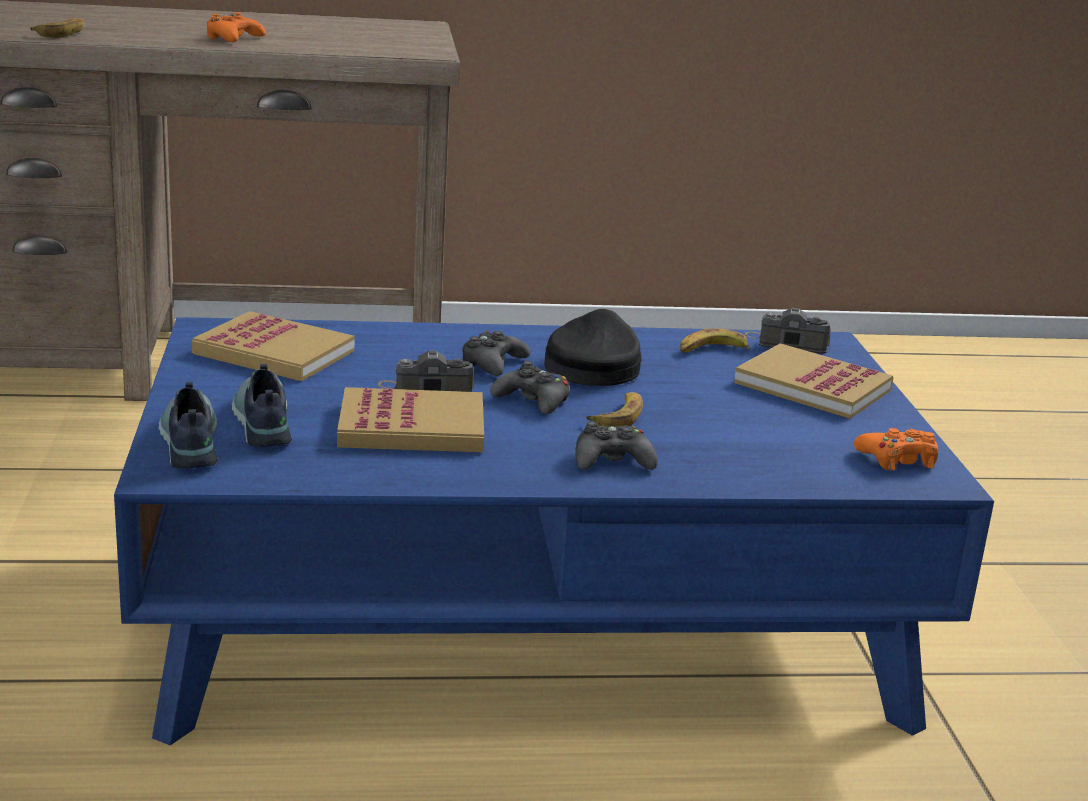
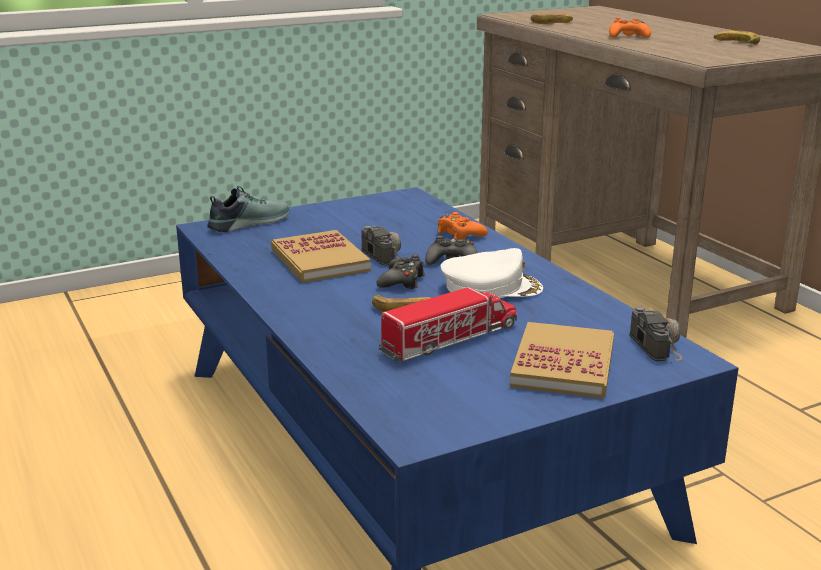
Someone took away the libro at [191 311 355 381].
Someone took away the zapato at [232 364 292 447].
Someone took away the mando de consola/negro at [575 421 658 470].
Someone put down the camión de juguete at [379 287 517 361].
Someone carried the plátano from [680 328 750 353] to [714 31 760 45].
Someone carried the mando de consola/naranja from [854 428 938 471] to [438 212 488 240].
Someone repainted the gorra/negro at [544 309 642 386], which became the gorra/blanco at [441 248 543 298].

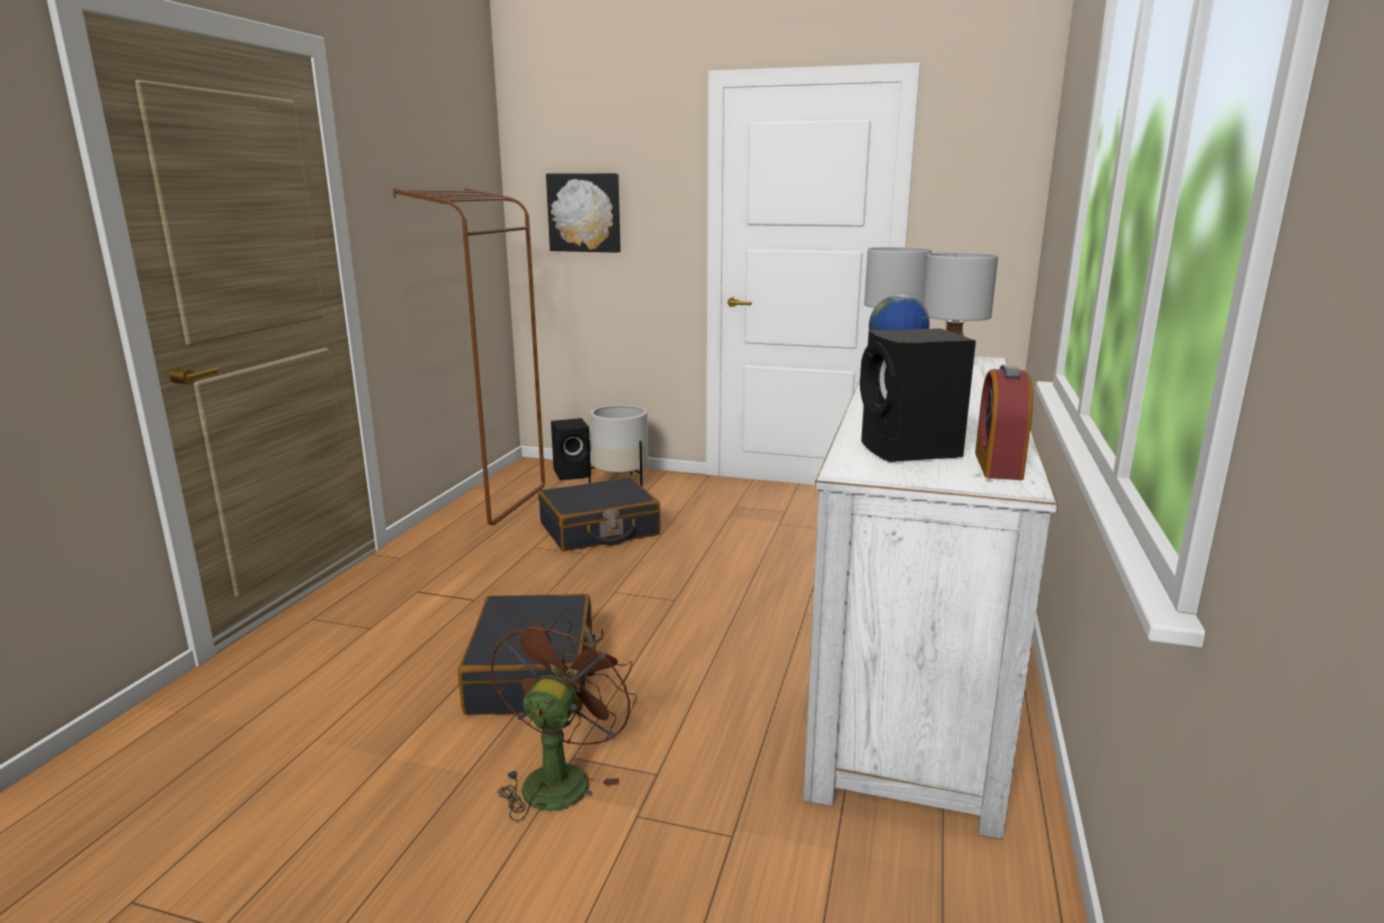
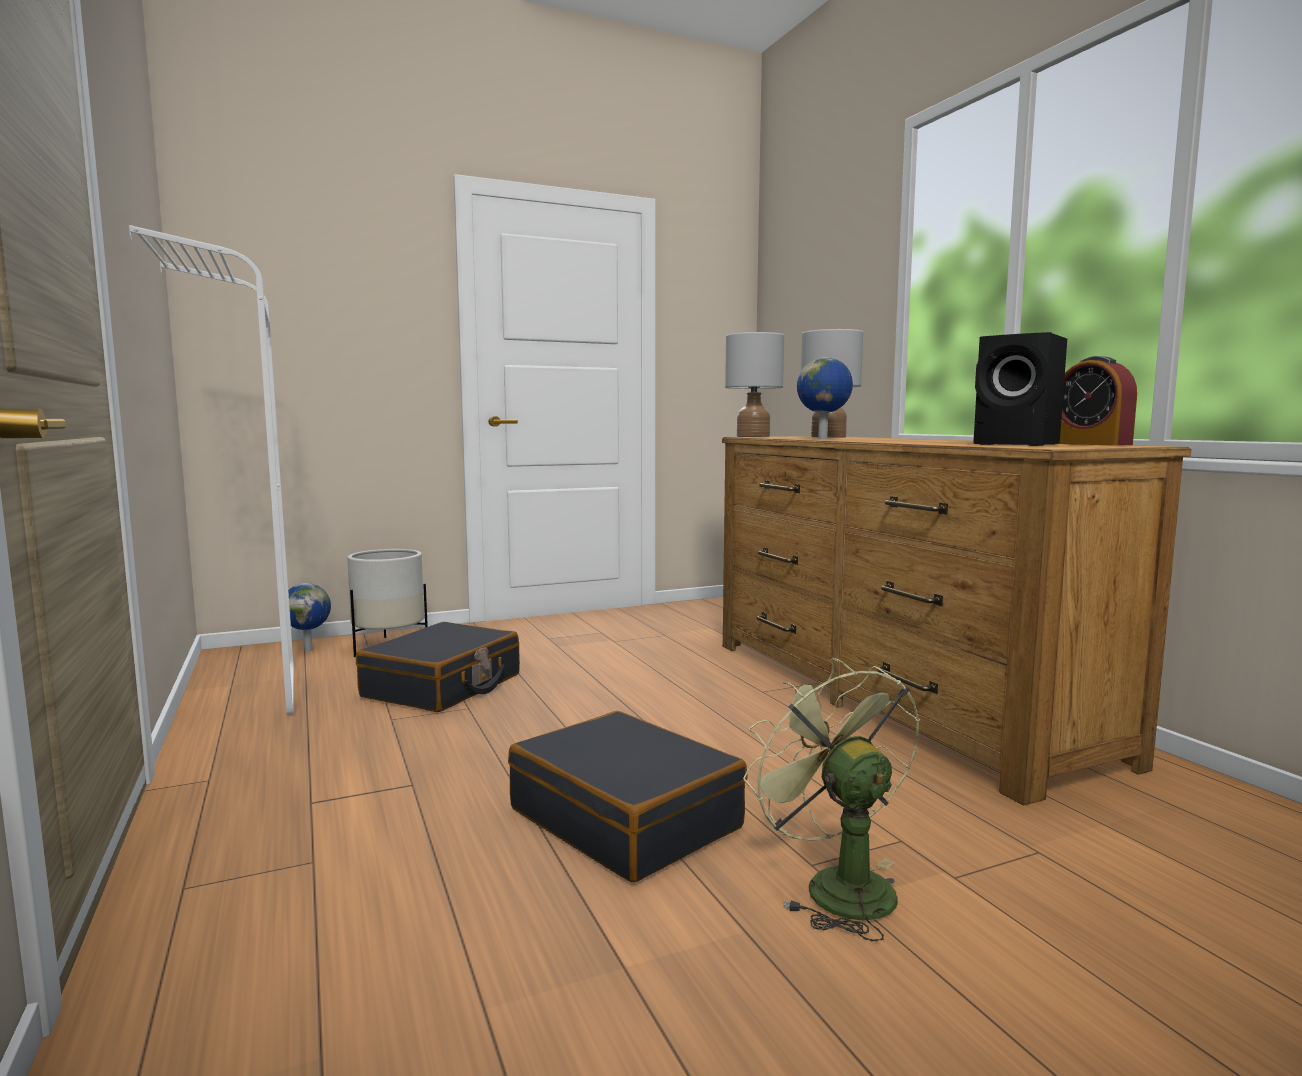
Someone took away the cuadro at [546 173 621 253].
Someone swapped the altavoz/negro at [551 418 591 480] for the globo terráqueo at [288 583 331 651].
Someone repainted the perchero/marrón at [393 188 545 525], which became the perchero/blanco at [129 225 294 715].
Someone repainted the ventilador/marrón at [491 612 637 821], which became the ventilador/verde at [743 658 920 942].
Someone repainted the cómoda/blanco at [803 356 1058 840], which became the cómoda/marrón at [722 436 1191 805].

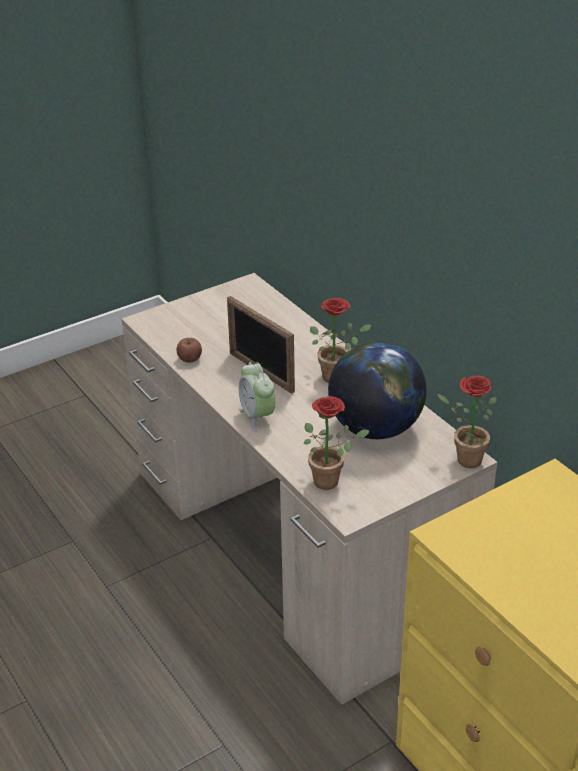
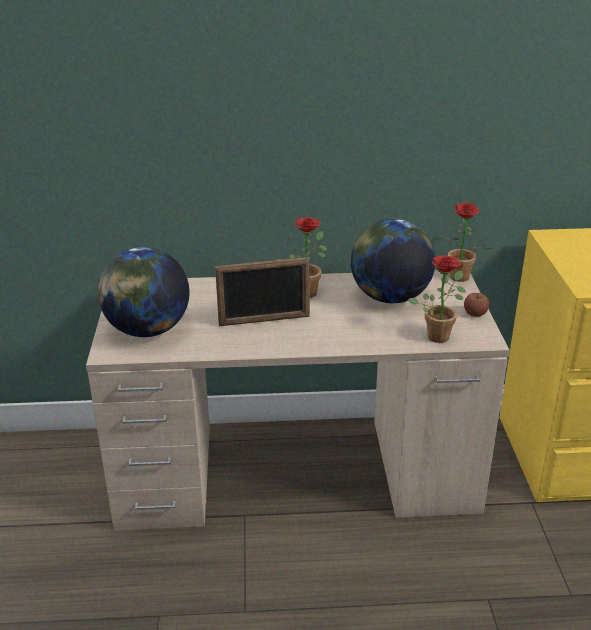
Someone took away the despertador at [239 362 275 432].
Someone put down the globo terráqueo at [98 247 190 337].
Someone carried the manzana from [177 338 202 363] to [464 293 489 317].

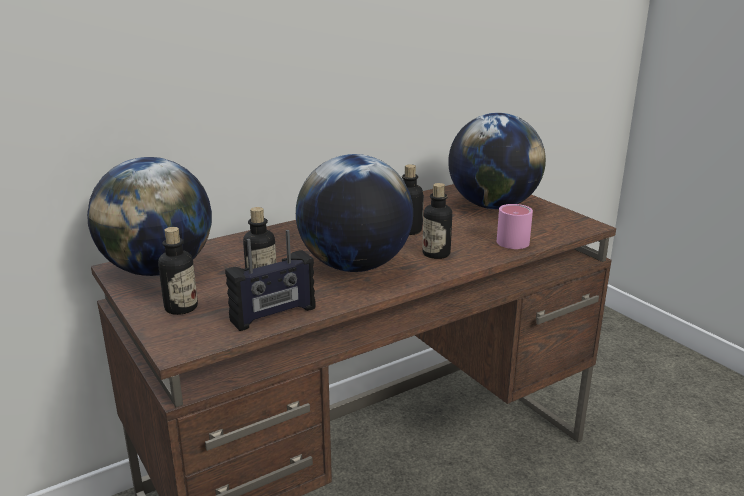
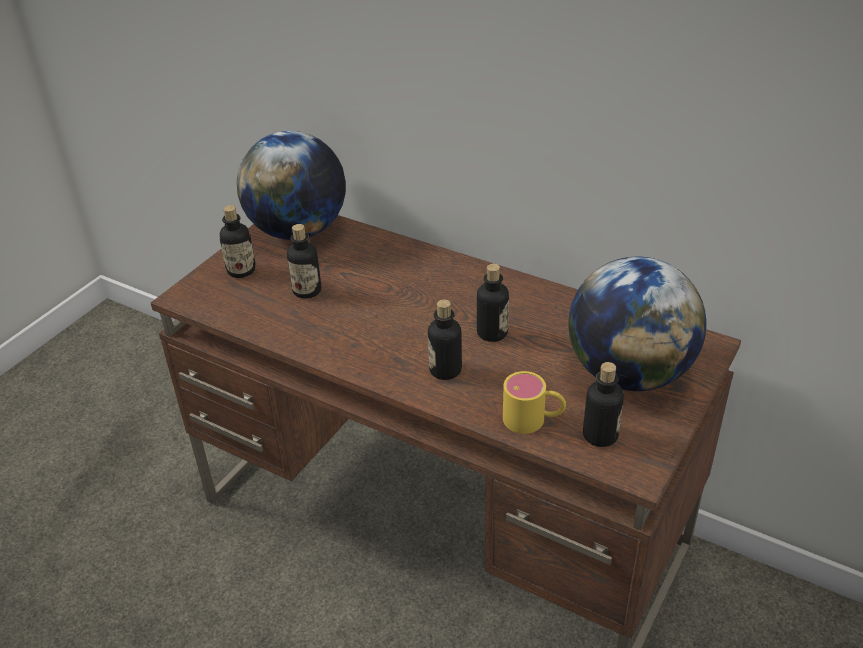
Someone took away the radio at [225 230 316 331].
Someone took away the globo terráqueo at [296 154 413 272].
Someone put down the botella at [583 362 624 447].
Someone repainted the taza grande/rosa at [497 204 533 249], which became the taza grande/amarillo at [503 371 566 434].

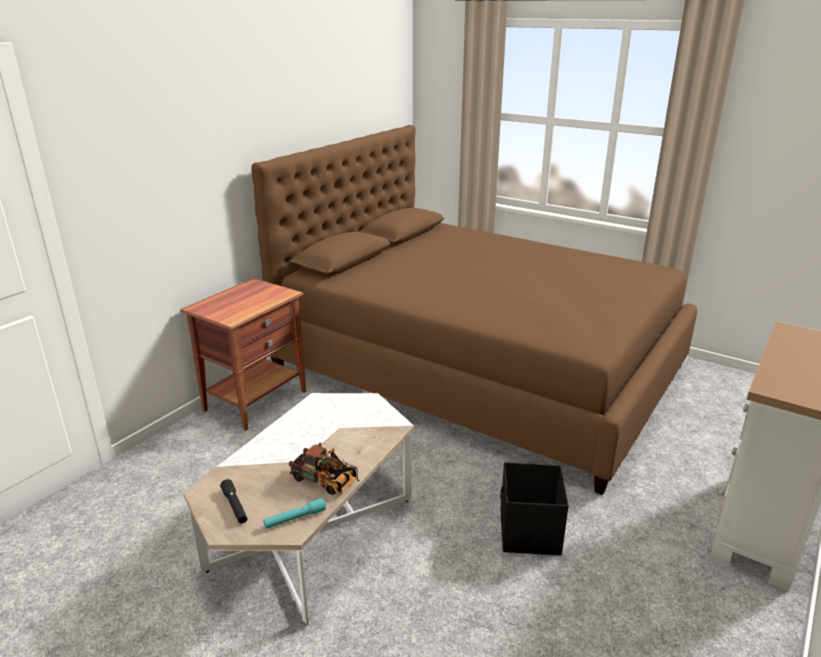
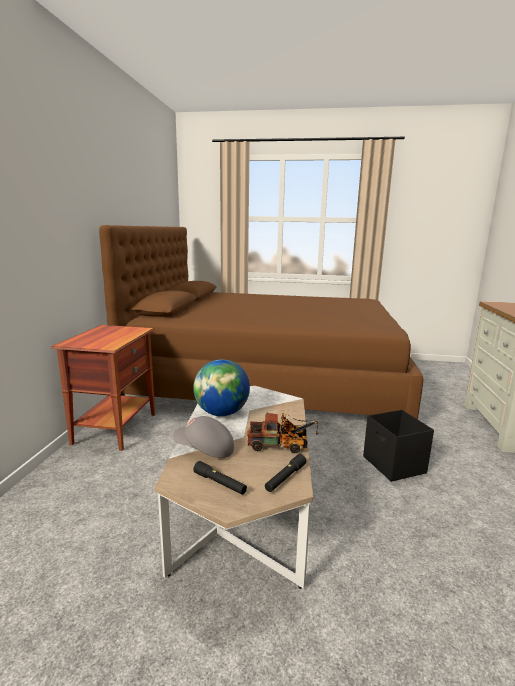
Someone put down the gorra/gris at [173 416 234 458].
Someone put down the globo terráqueo at [193 359 250 416].
Someone repainted the linterna/turquesa at [263 498 326 529], which became the linterna/negro at [265 454 306 492].

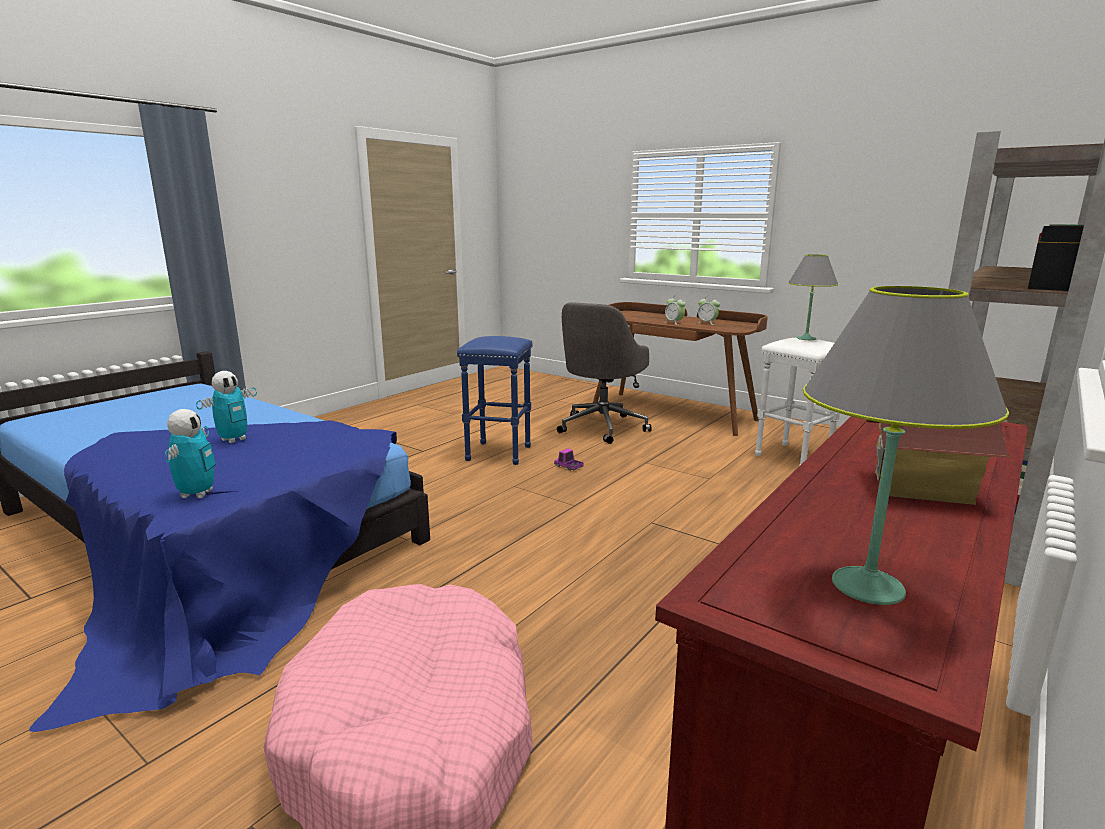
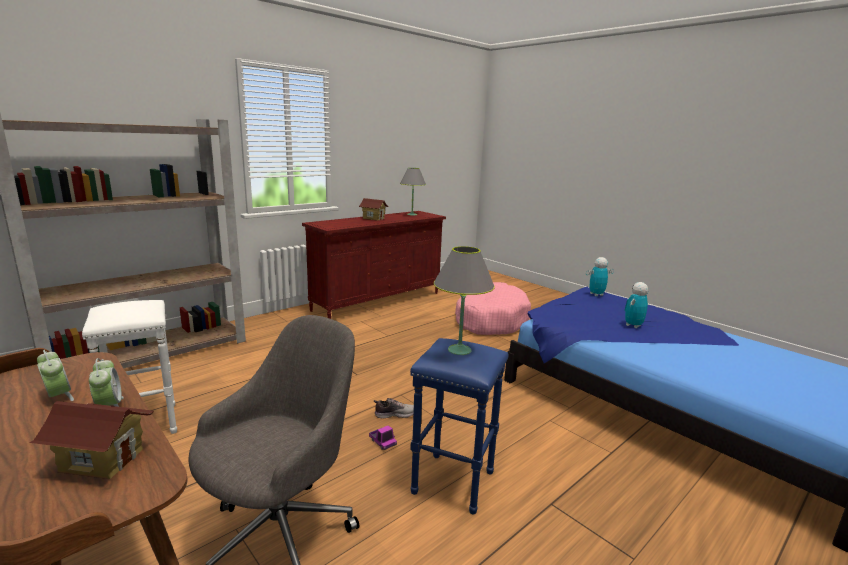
Someone put down the casita at [29 401 154 479].
Someone put down the zapato at [374 398 414 418].
Someone carried the lámpara de mesa/gris from [788 254 839 340] to [434 246 495 355].
Someone rotated the robot de juguete at [165 409 216 498] by 60 degrees clockwise.

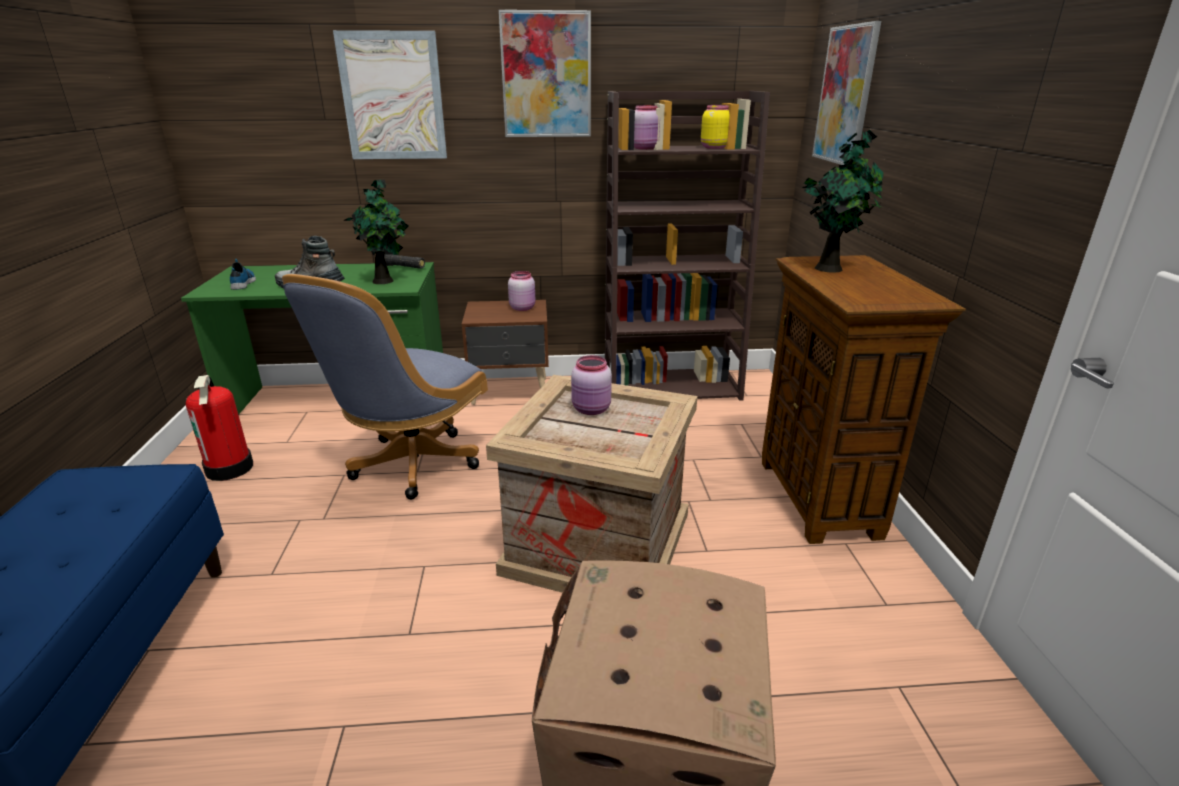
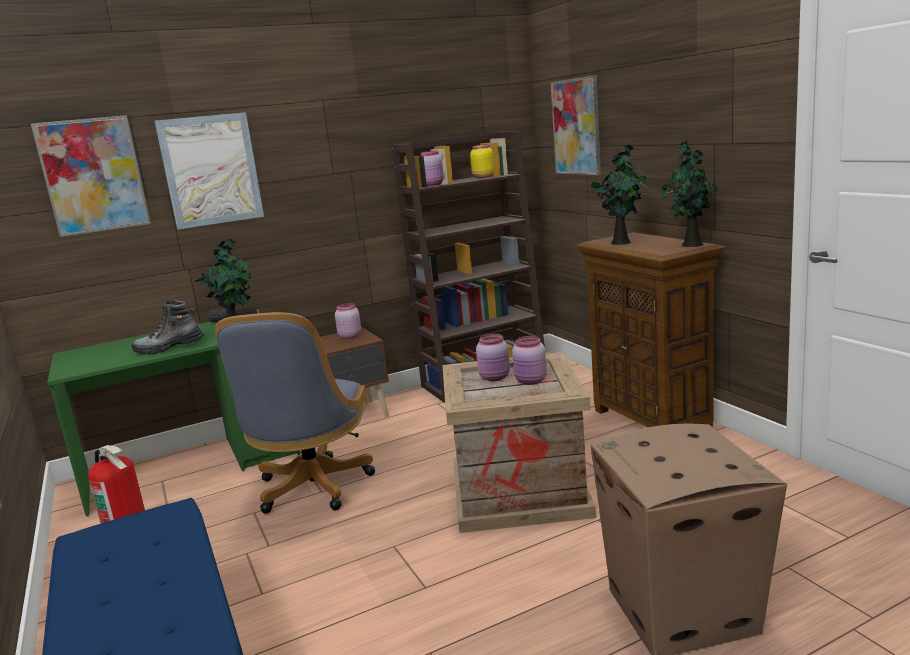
Someone took away the zapato at [230 259 256 290].
Someone put down the tarro/rosa at [512 336 547 385].
Someone put down the planta en maceta at [661 141 718 247].
Someone carried the cuadro from [499 10 591 137] to [31 115 151 237].

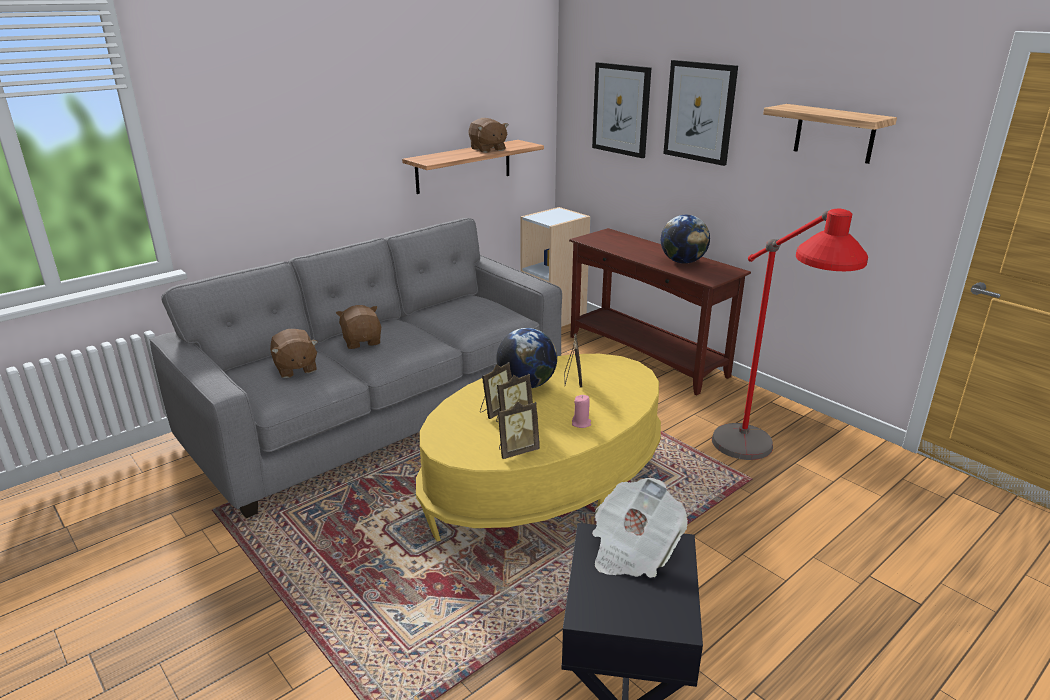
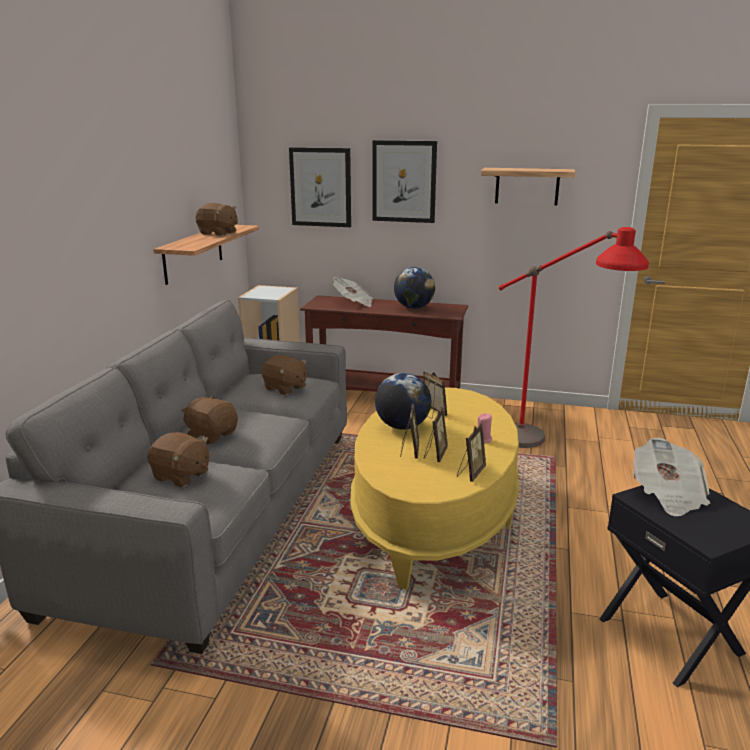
Someone put down the peluche/marrón at [261 355 307 395].
Someone put down the periódico at [333 277 373 307].

